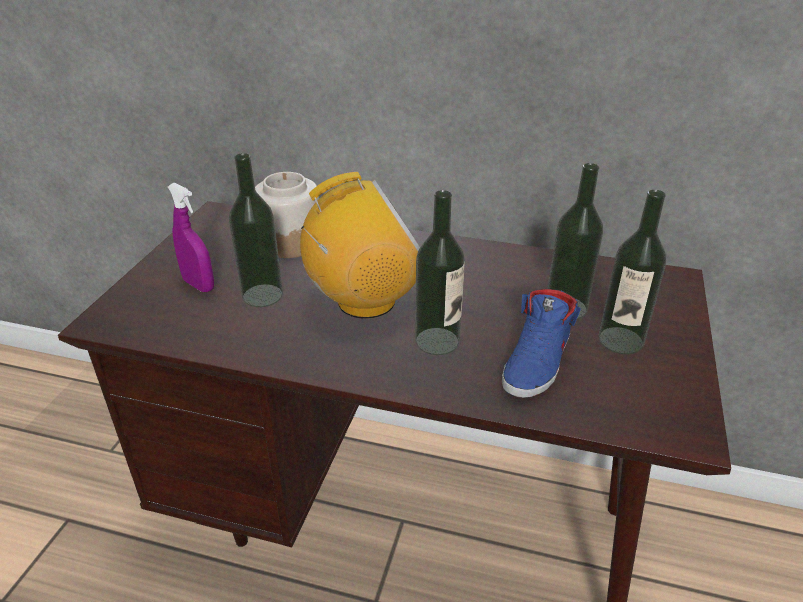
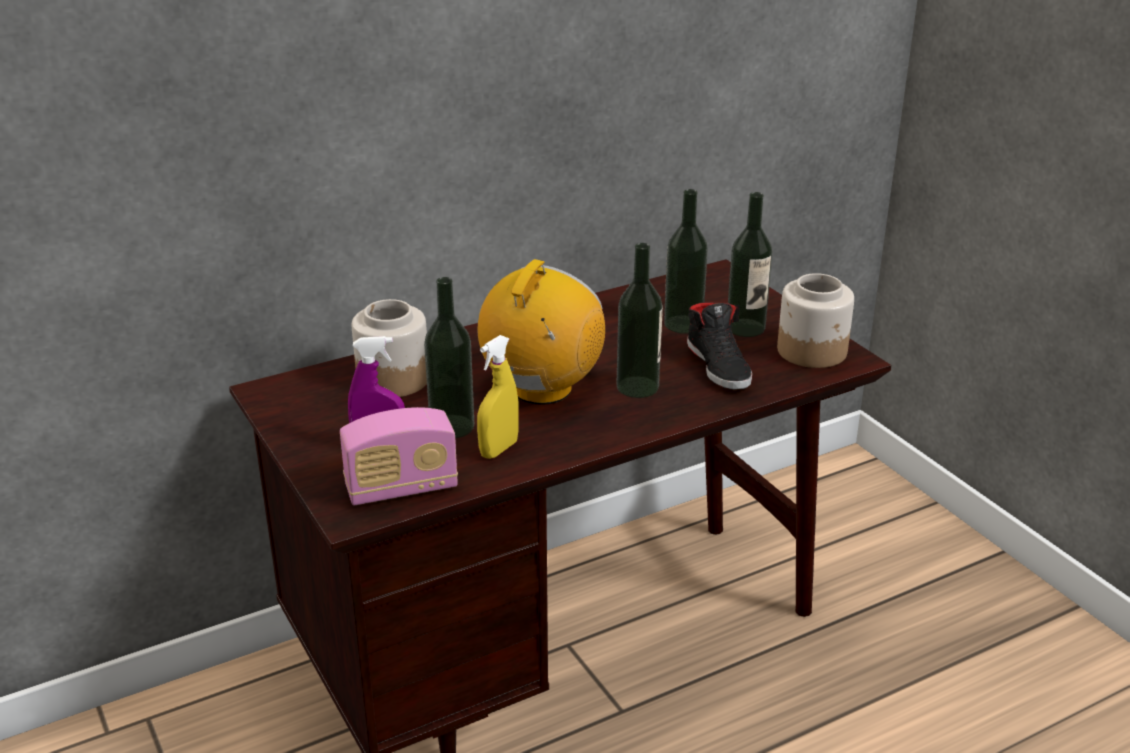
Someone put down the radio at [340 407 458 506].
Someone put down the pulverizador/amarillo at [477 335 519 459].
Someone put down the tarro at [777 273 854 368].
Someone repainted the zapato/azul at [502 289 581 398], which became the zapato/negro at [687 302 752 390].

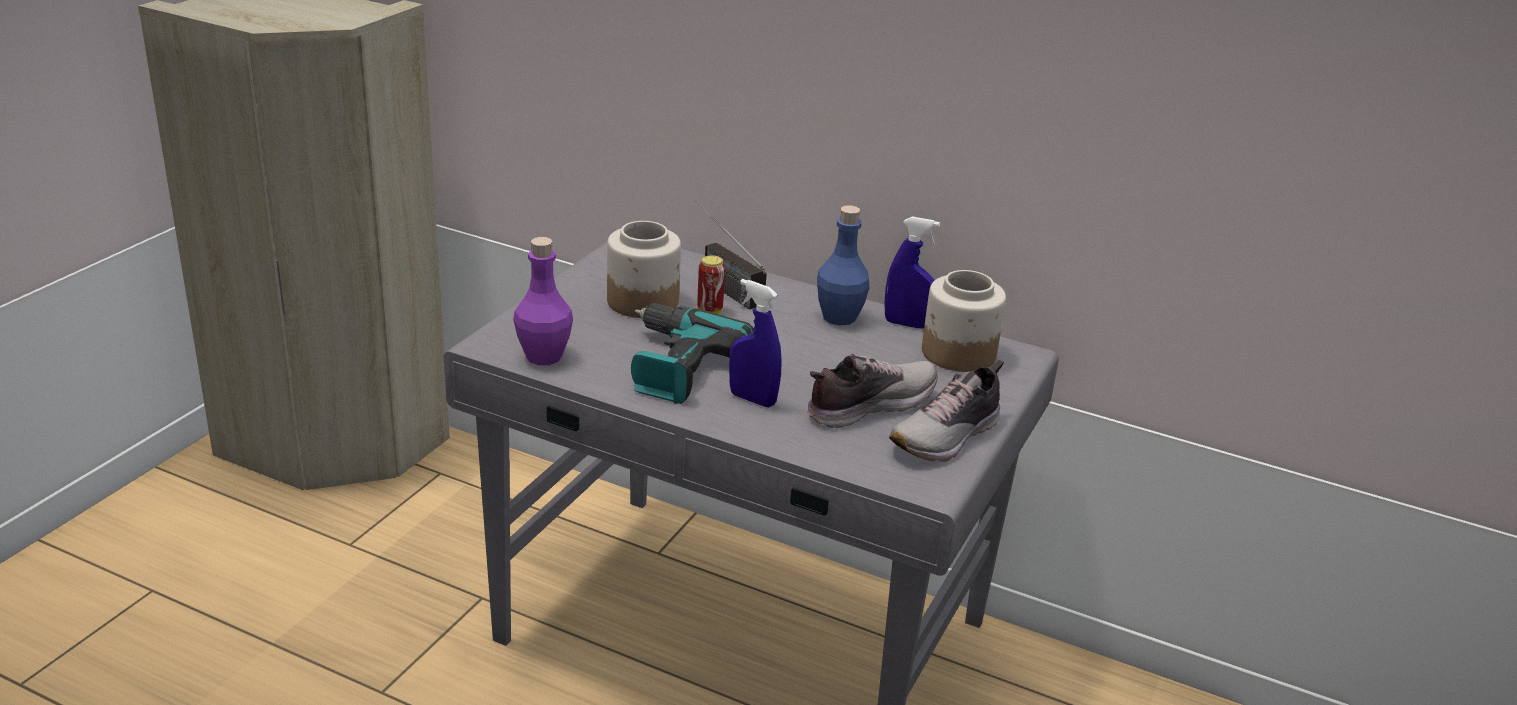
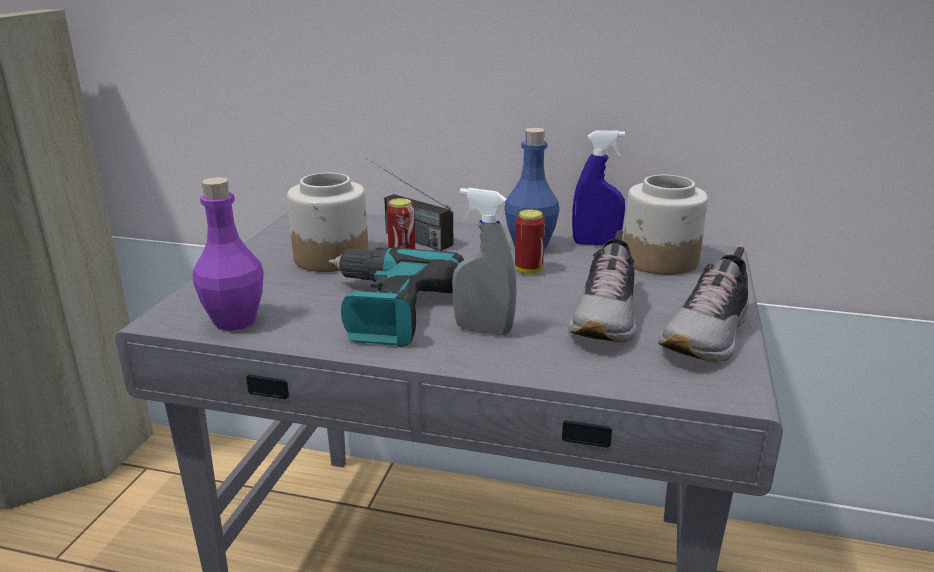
Someone put down the lata at [515 209 545 274].
Someone repainted the pulverizador/azul at [729 279 782 407], which became the pulverizador/gris at [452 188 517 335].
Someone rotated the zapato at [807 354 937 428] by 150 degrees clockwise.

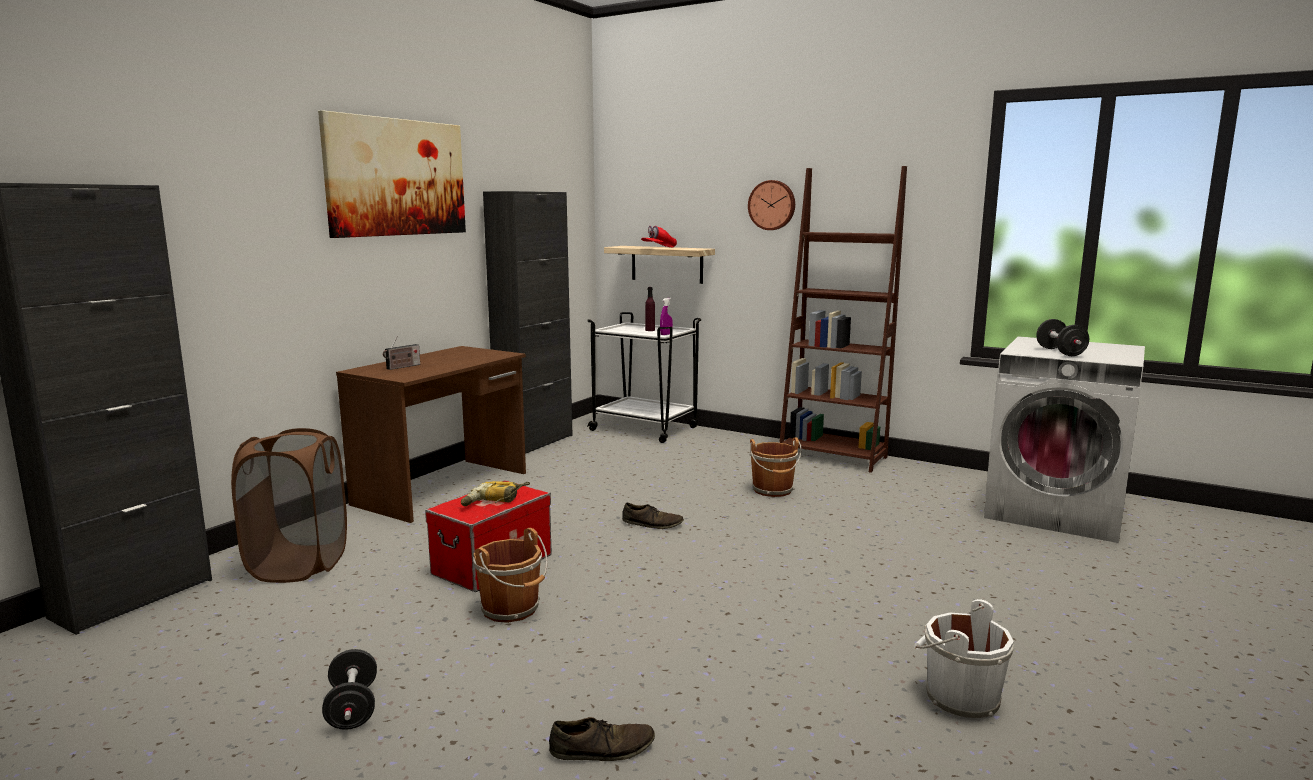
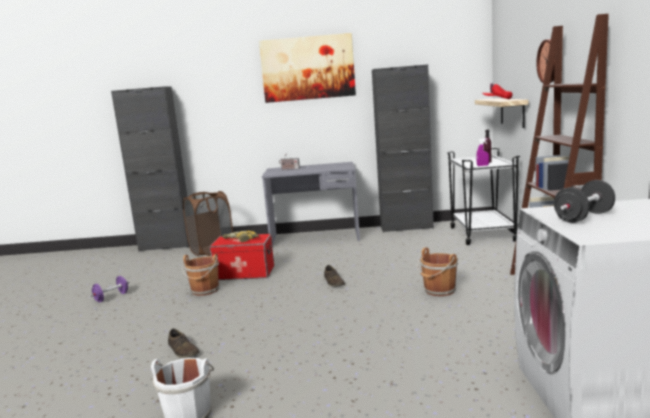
Someone carried the zapato/marrón from [549 717 655 761] to [168 329 199 358].
Someone repainted the mancuerna/negro at [322 649 377 730], which became the mancuerna/morado at [90 276 129 303].
Someone repainted the escritorio/marrón at [336 346 526 523], which became the escritorio/gris at [262 162 360 247].

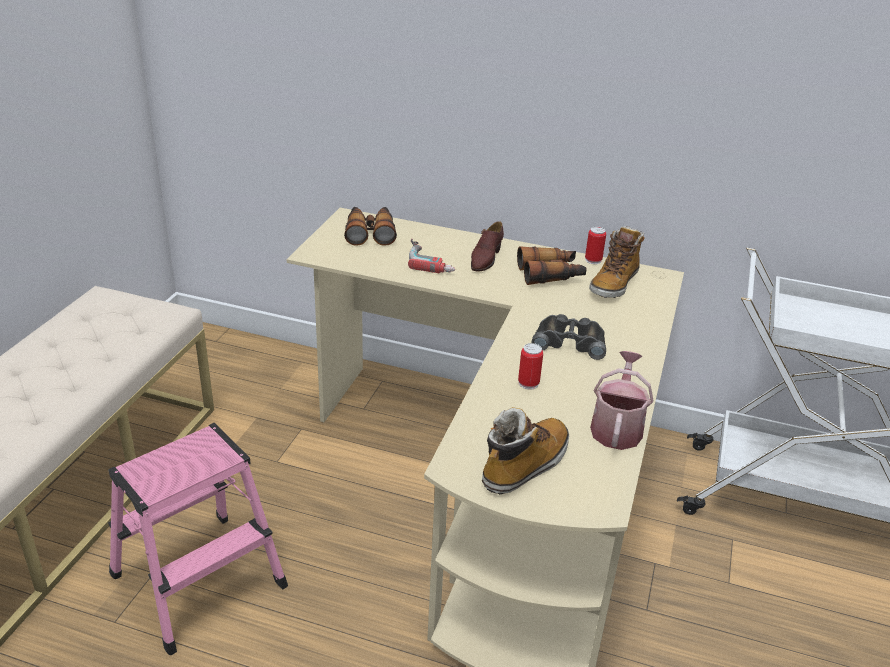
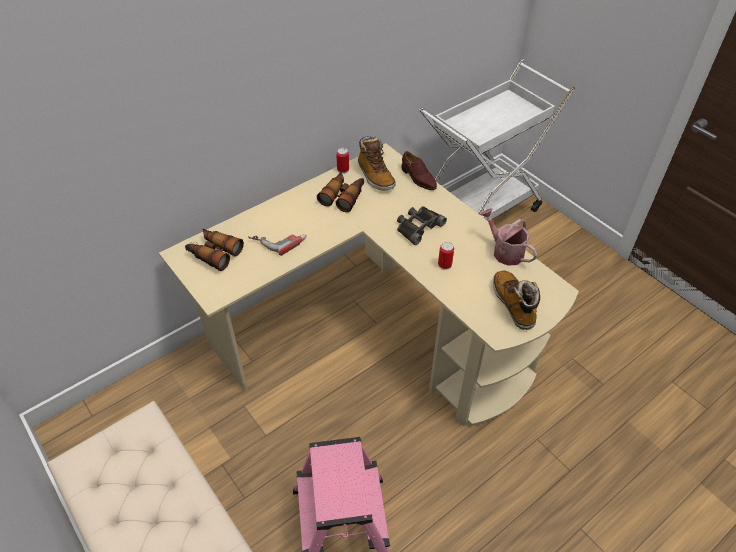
Someone carried the zapato/marrón from [471 221 504 272] to [402 151 437 190].

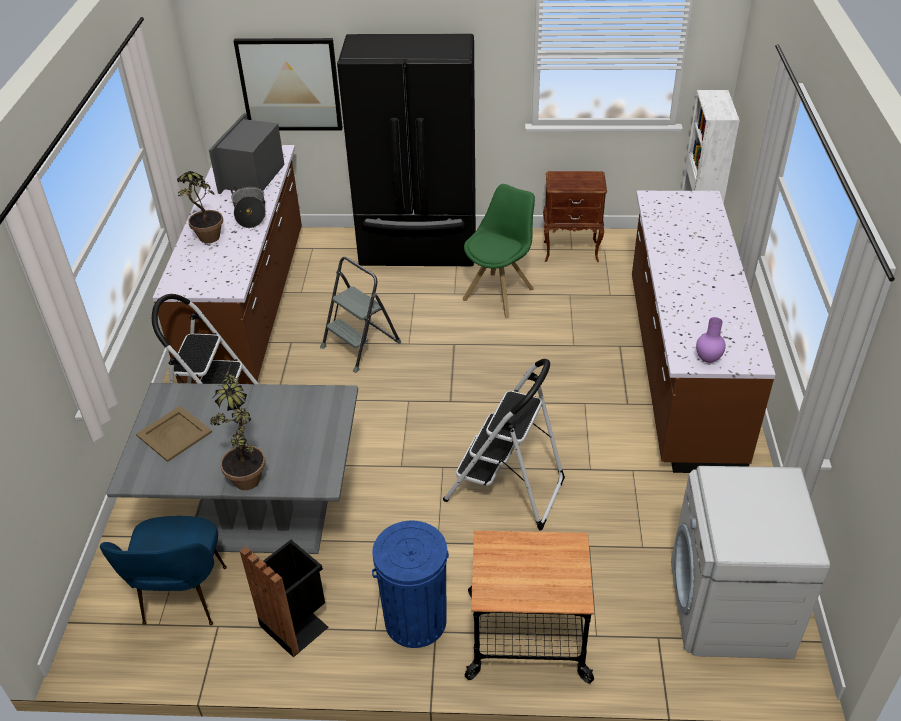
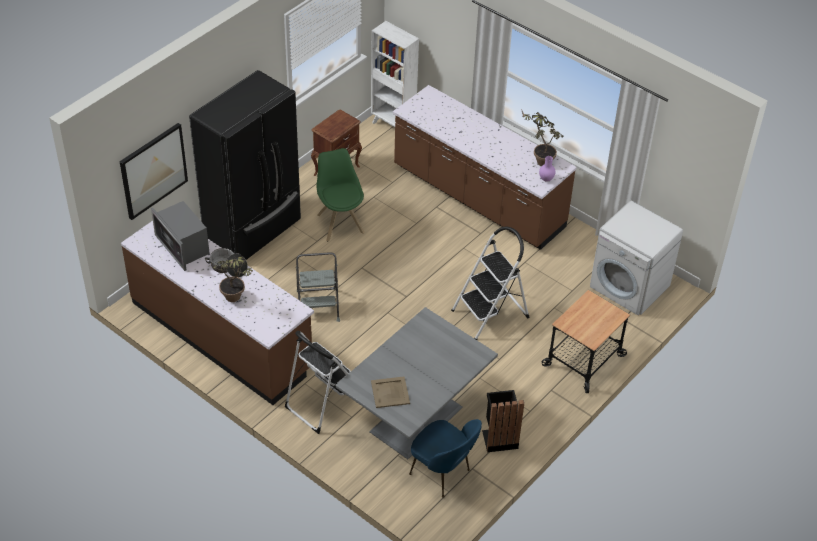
Someone took away the papelera/azul at [372 521 449 648].
Someone carried the planta en maceta from [210 362 266 490] to [521 109 564 166].

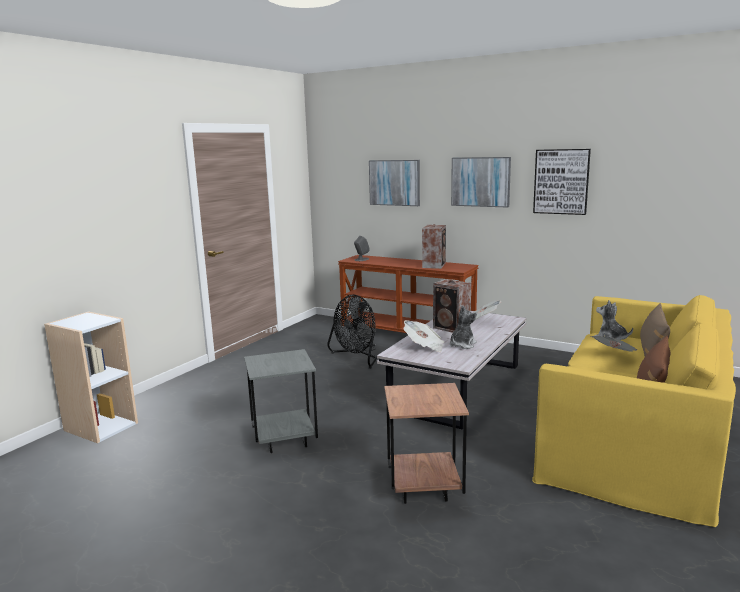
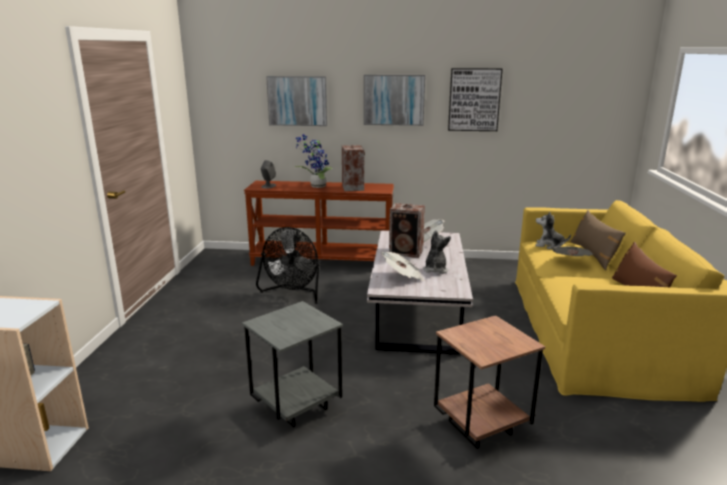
Someone put down the planta en maceta at [295 134 333 188].

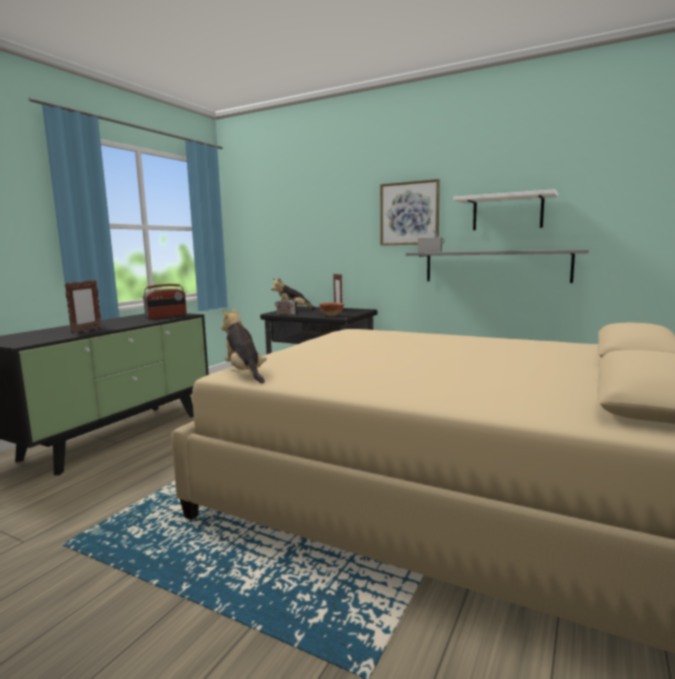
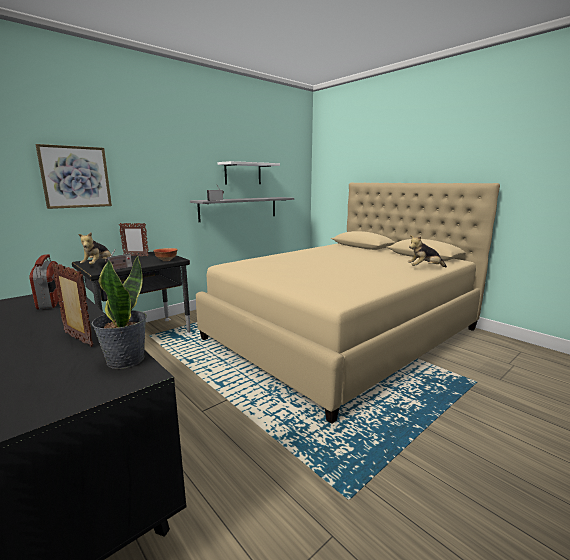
Someone put down the planta en maceta at [92 256 147 369].
Someone carried the peluche from [221 309 267 383] to [408 235 447 267].
Someone carried the cuadro from [380 179 440 246] to [35 144 112 209].

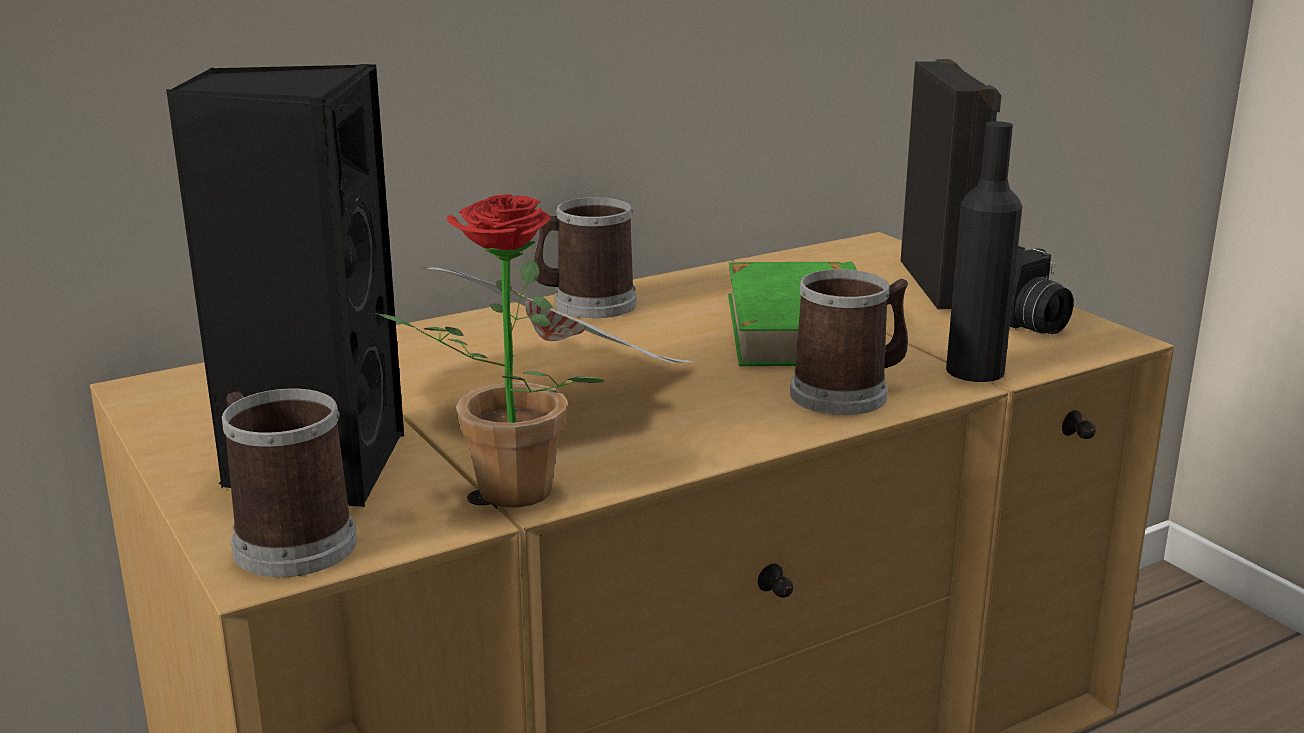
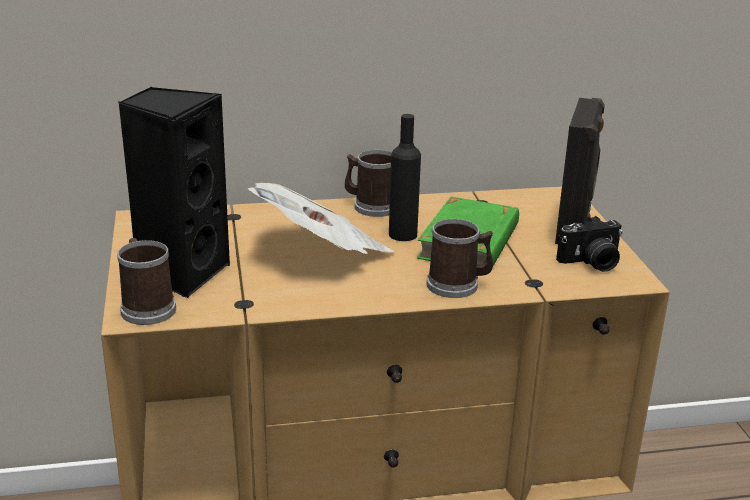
Someone took away the planta en maceta at [374 194 604 507].
Someone carried the botella/negro from [946 121 1022 382] to [389 114 421 241].

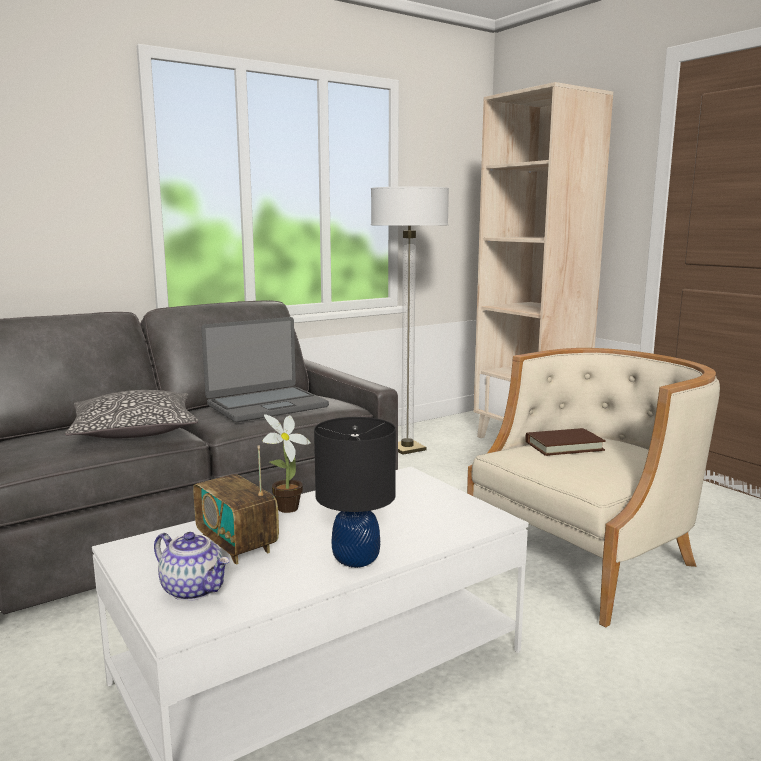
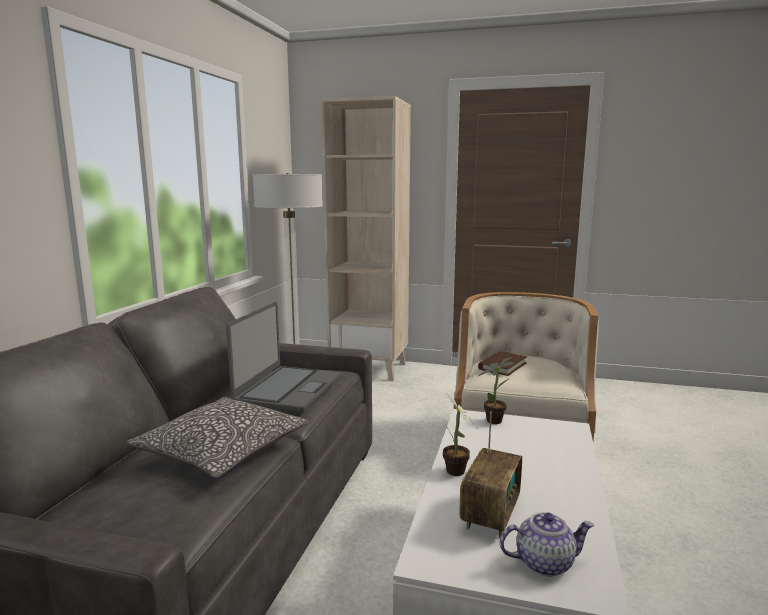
Someone took away the lámpara de mesa/negro at [314 417 396 568].
Someone put down the planta en maceta at [478 356 515 424].
Someone rotated the radio at [193 445 279 565] by 75 degrees counterclockwise.

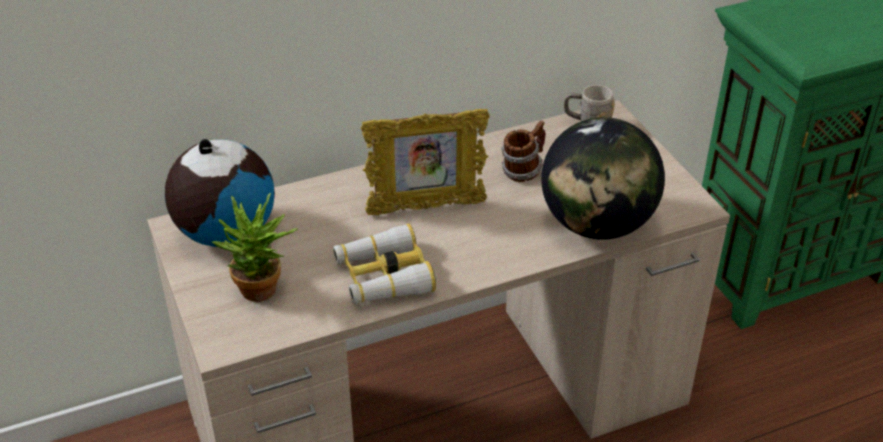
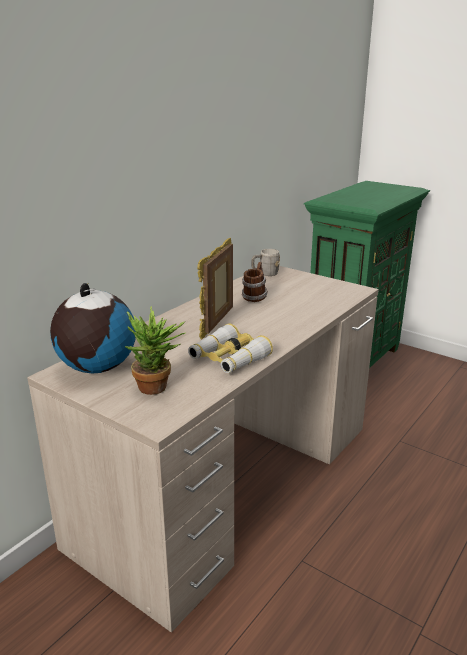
Someone took away the globo terráqueo at [541 117 665 240].
Someone rotated the portarretratos at [361 109 490 215] by 150 degrees clockwise.

